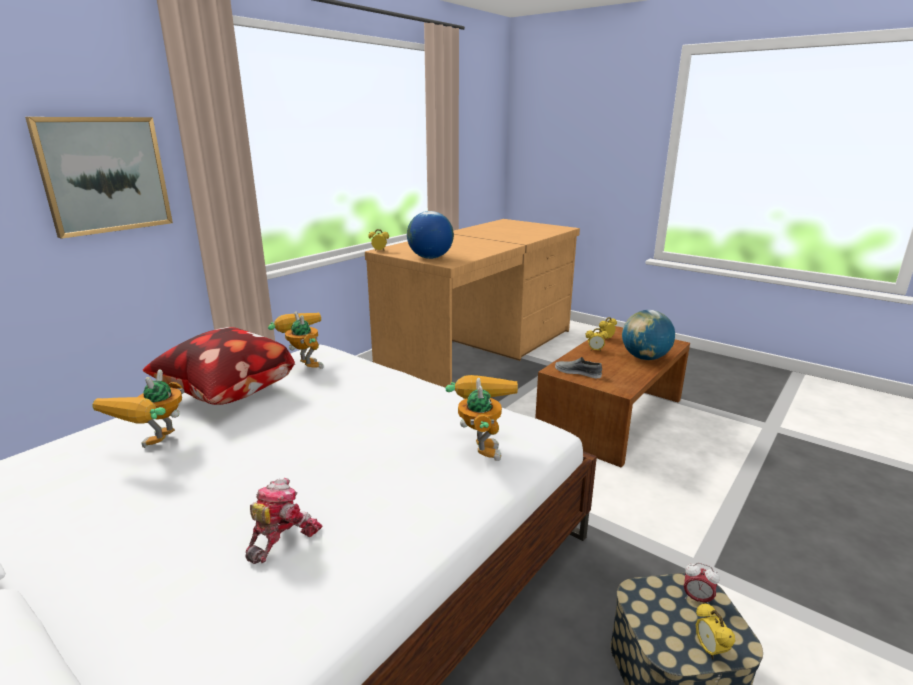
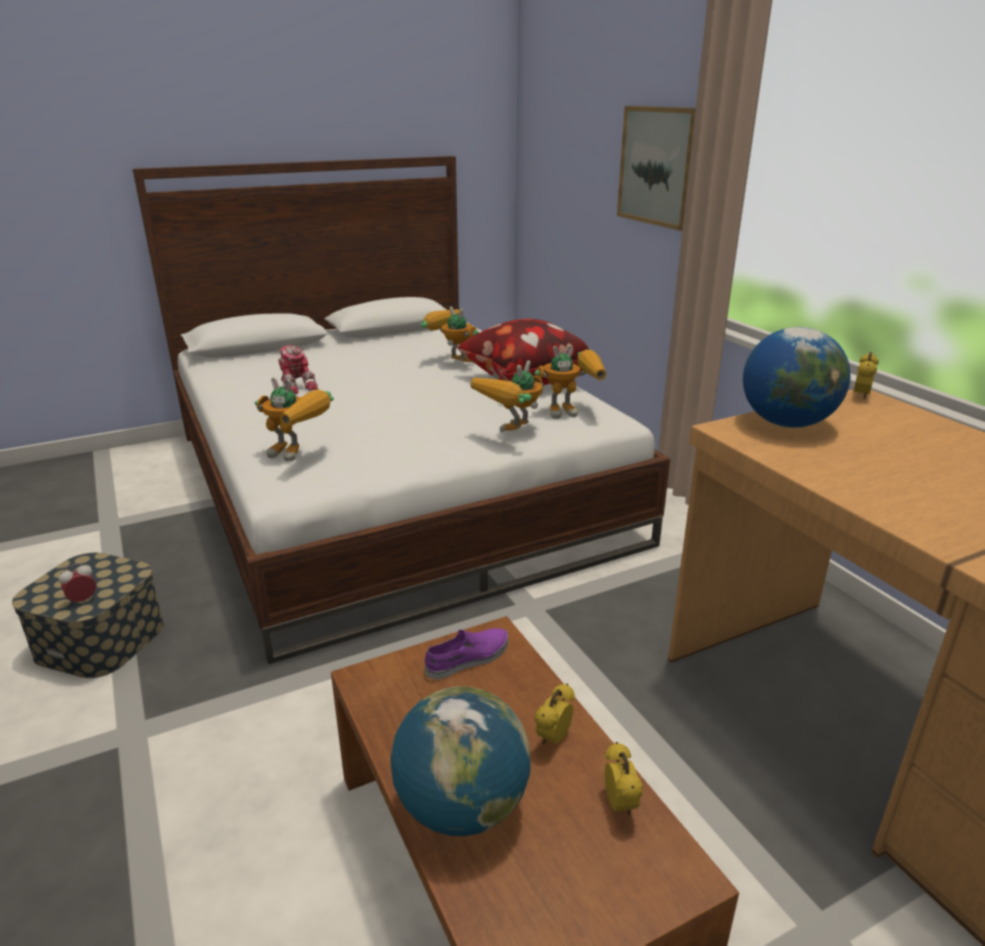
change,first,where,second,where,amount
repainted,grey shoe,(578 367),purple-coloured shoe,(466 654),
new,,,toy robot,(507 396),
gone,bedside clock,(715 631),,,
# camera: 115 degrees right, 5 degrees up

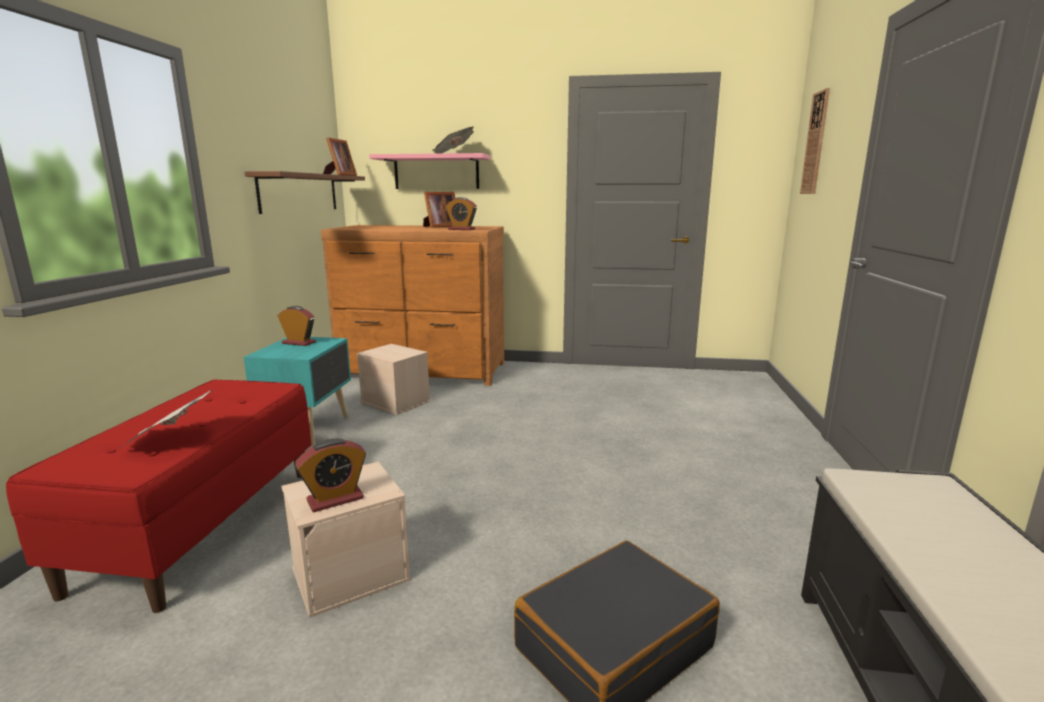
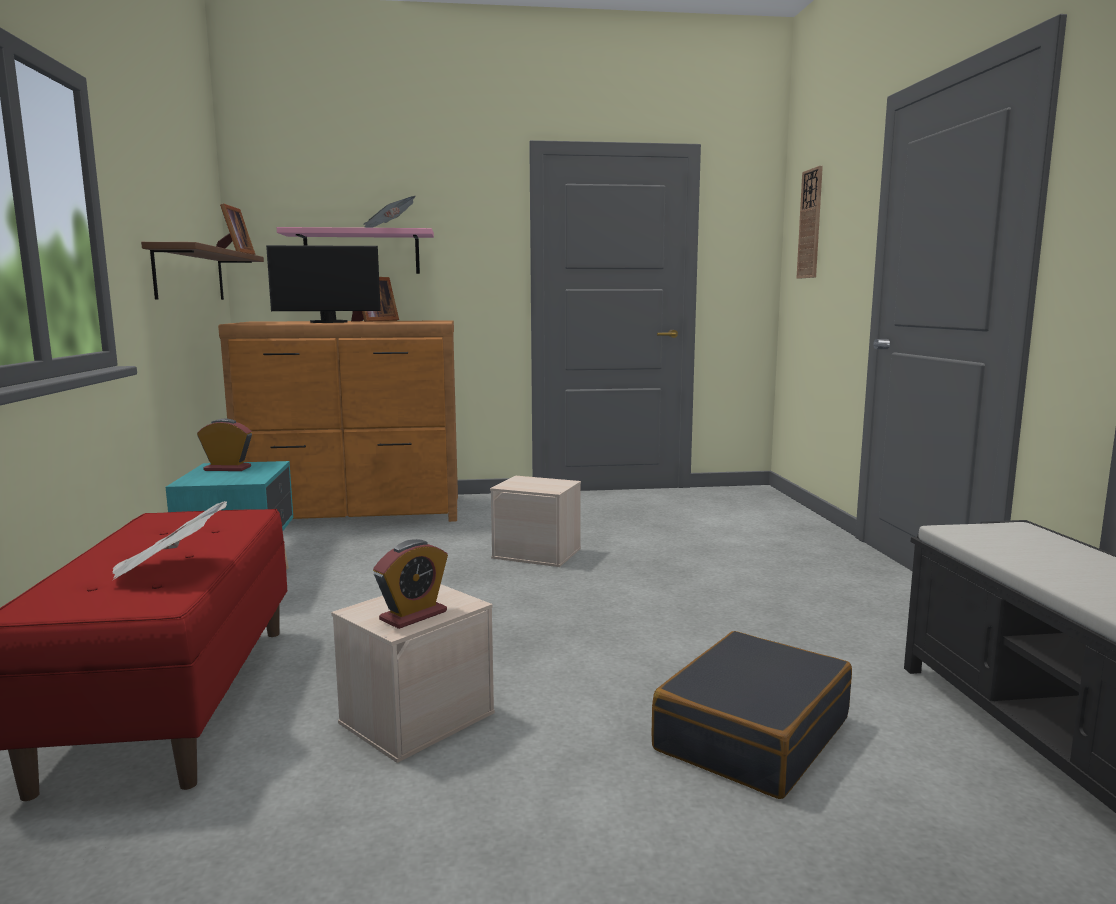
change,first,where,second,where,amount
new,,,monitor,(323 284),
shifted,sand-coloured storage bin,(393 379),,(535 521),
gone,bedside clock,(461 213),,,
# camera: 15 degrees left, 5 degrees down

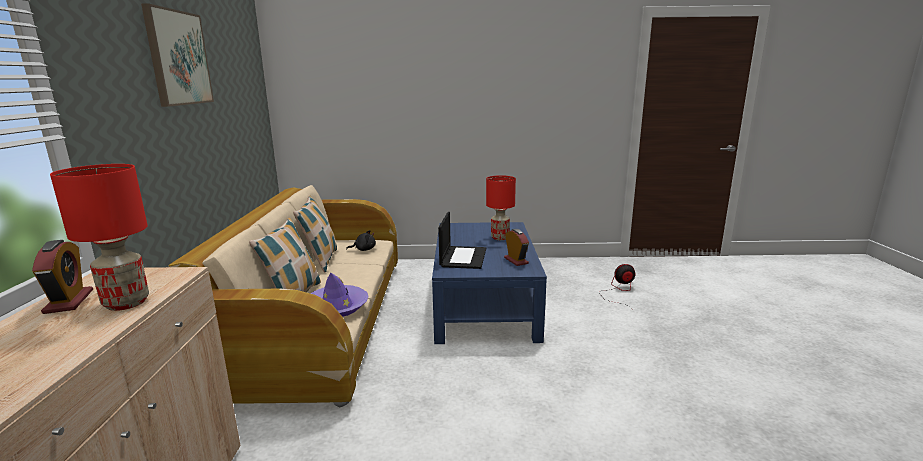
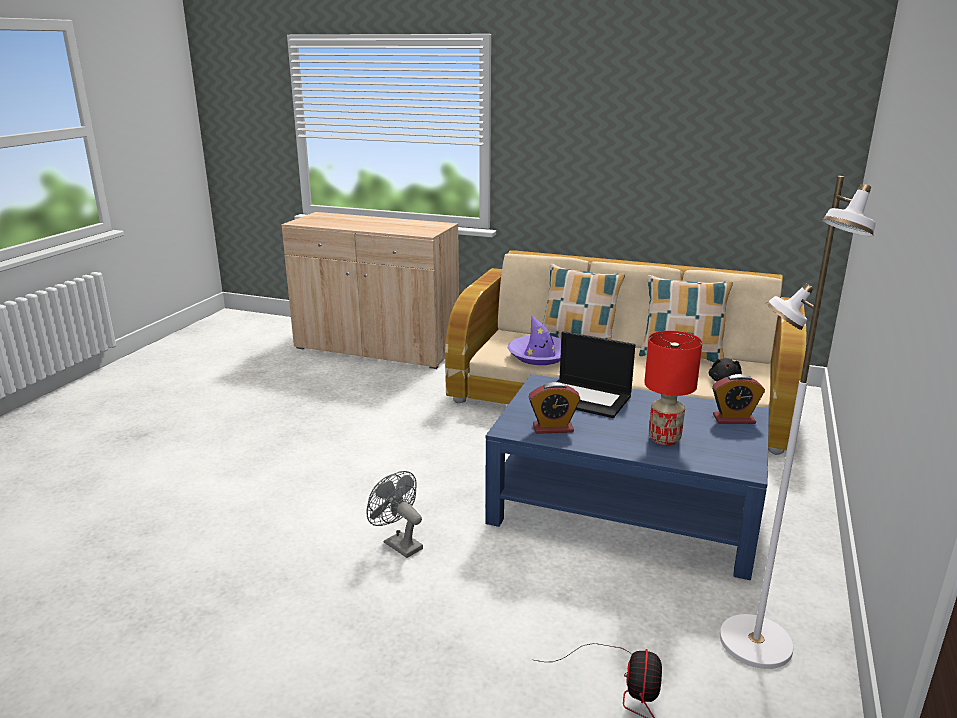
change,first,where,second,where,amount
new,,,grey fan,(394 514),
shifted,bedside clock,(62 277),,(738 399),
new,,,white standing lamp,(798 422),
gone,red table lamp,(99 237),,,
gone,wall art,(177 55),,,
# camera: 110 degrees right, 5 degrees up

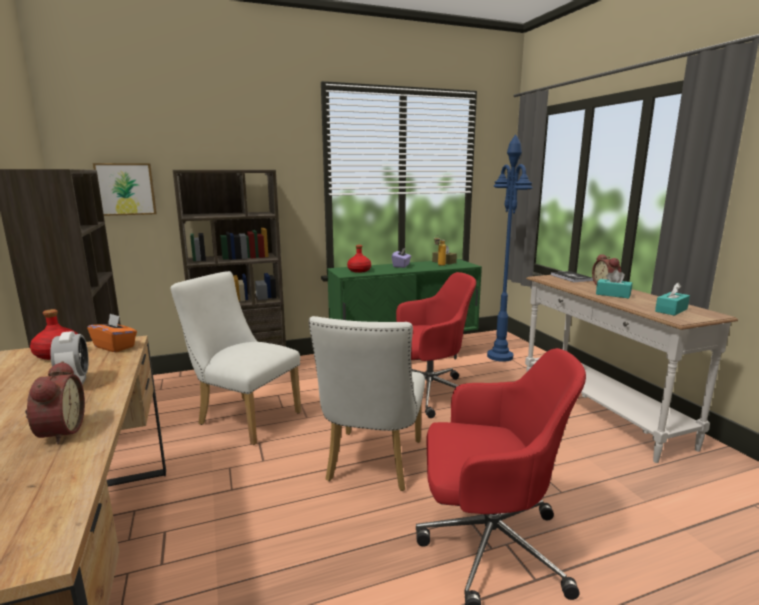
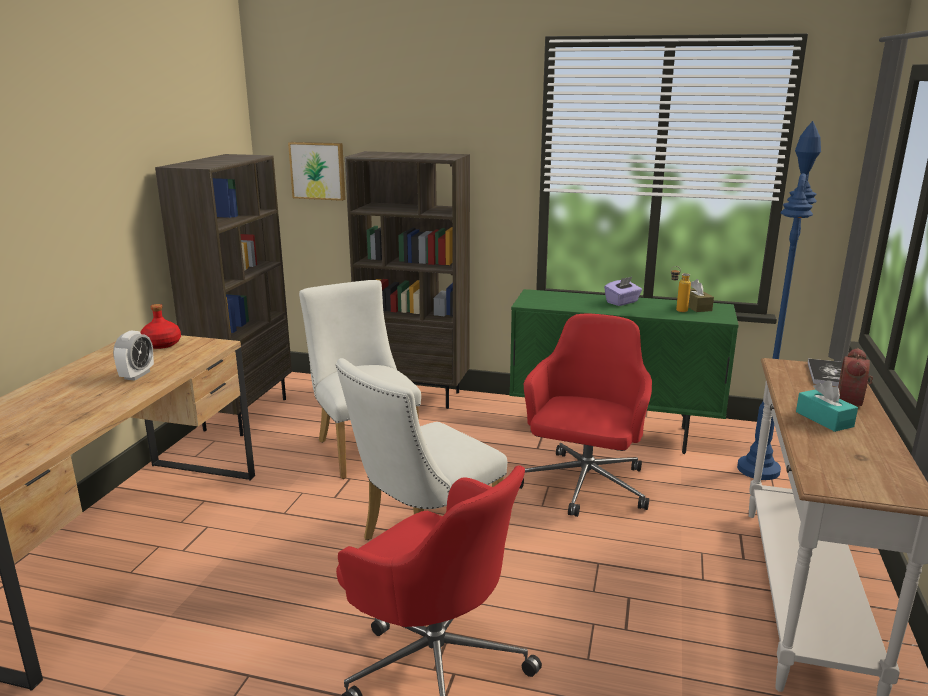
change,first,where,second,where,amount
rotated,red office chair,(436 345),,(585 415),90 degrees counterclockwise
gone,bedside clock,(55 402),,,
gone,orange-coloured tissue holder,(112 332),,,
gone,red beverage bottle,(359 259),,,
gone,blue-green tissue holder,(672 299),,,
# camera: 35 degrees right, 5 degrees up

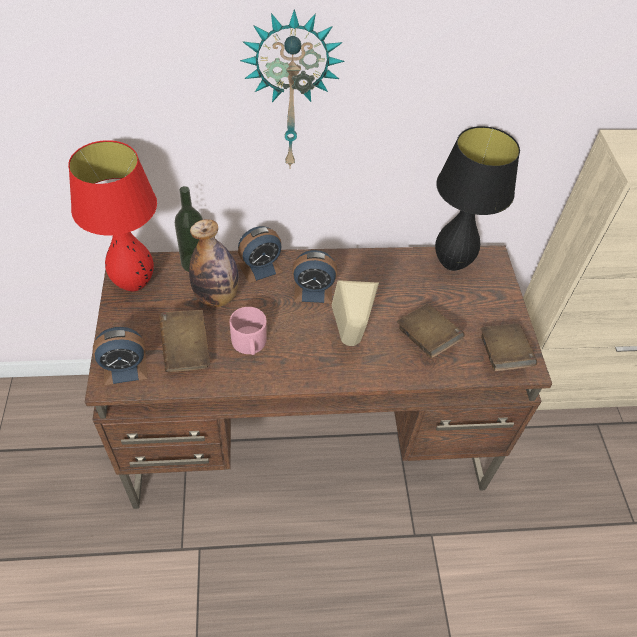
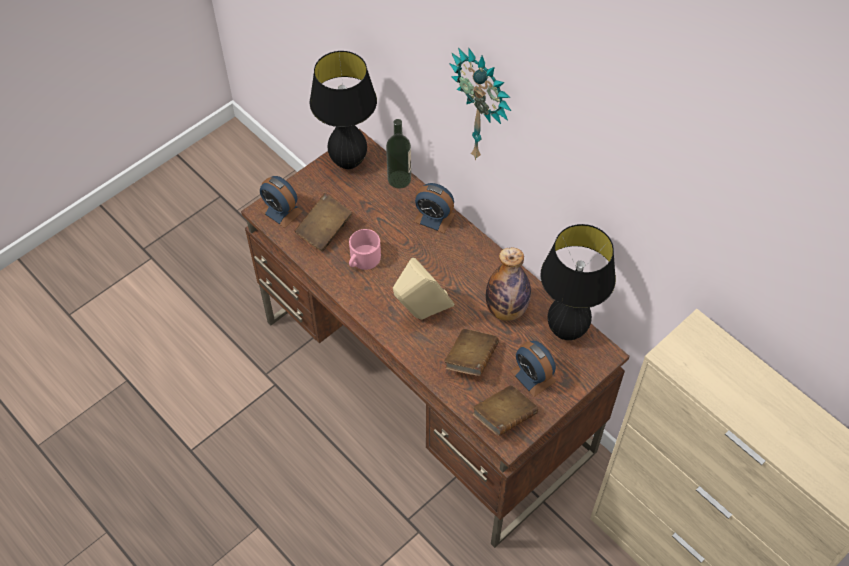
change,first,where,second,where,amount
repainted,red table lamp,(112 215),black table lamp,(343 110),
shifted,beverage bottle,(214 263),,(508 284),
shifted,bedside clock,(314 277),,(533 369),
# camera: 55 degrees right, 5 degrees up

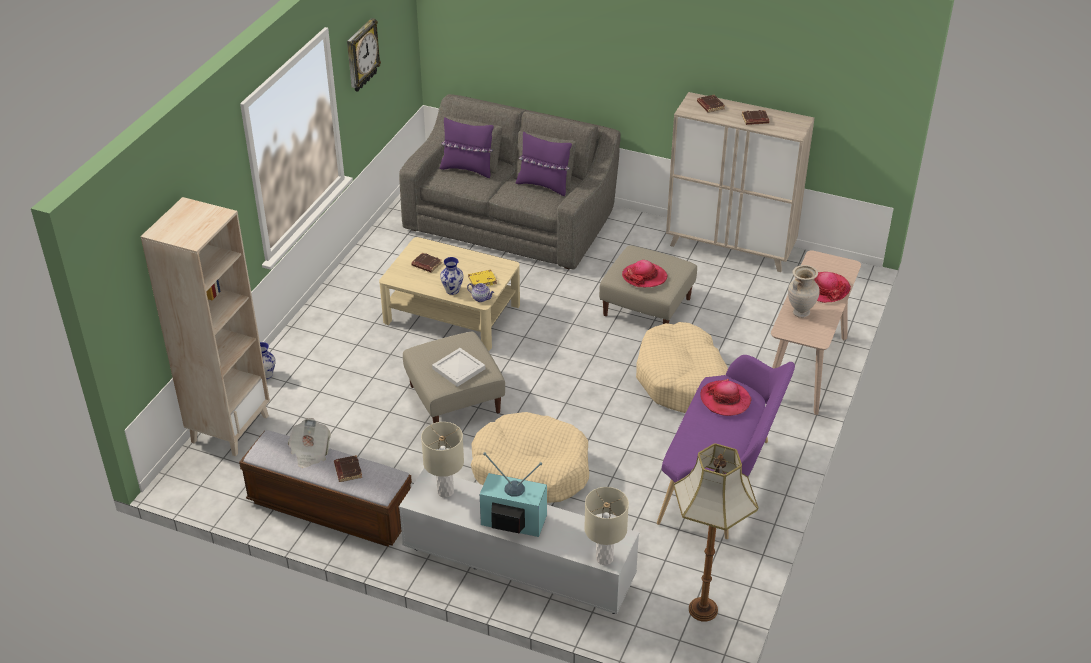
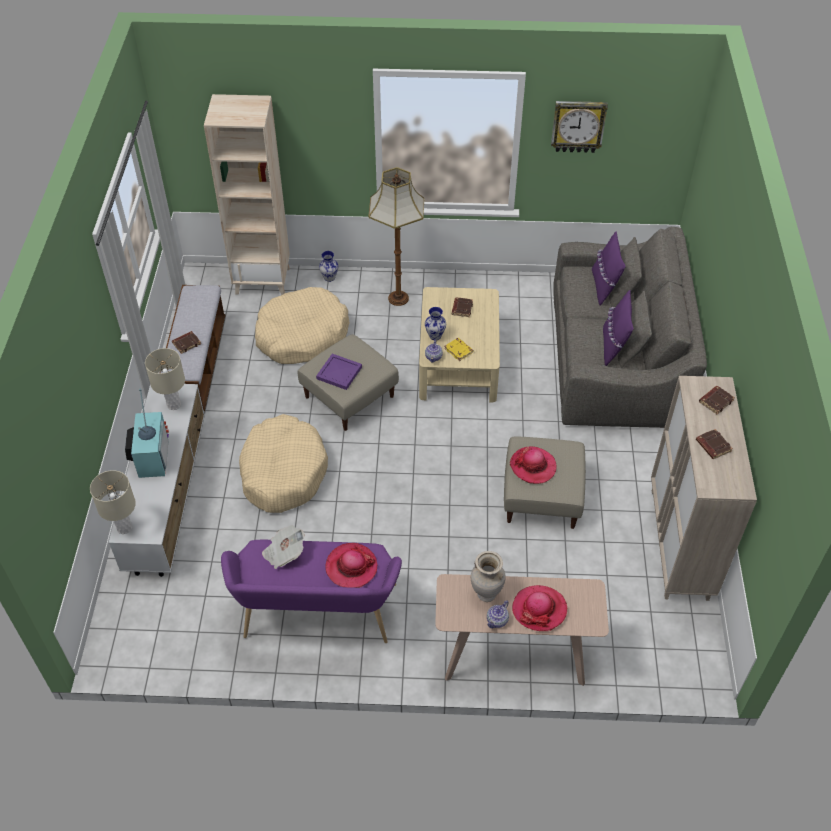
change,first,where,second,where,amount
shifted,sand-coloured dog bed,(682 367),,(302 325),
shifted,newspaper,(309 443),,(283 547),
repainted,white tray,(458 367),purple-coloured tray,(339 372),
shifted,standing lamp,(716 532),,(396 236),
new,,,pot for tea,(498 614),
# camera: 70 degrees right, 10 degrees up

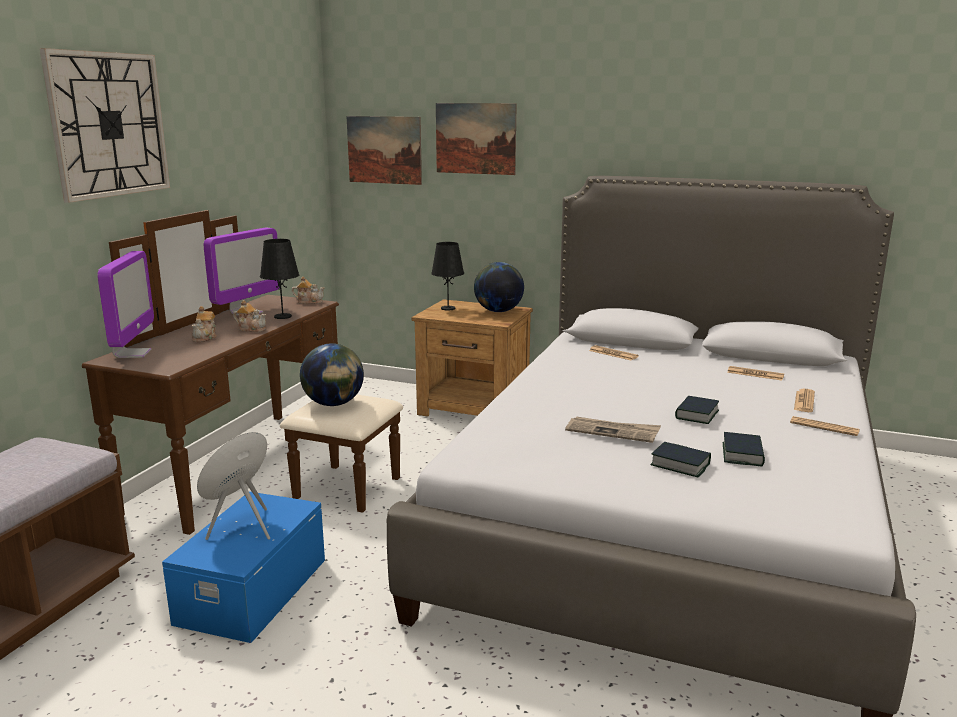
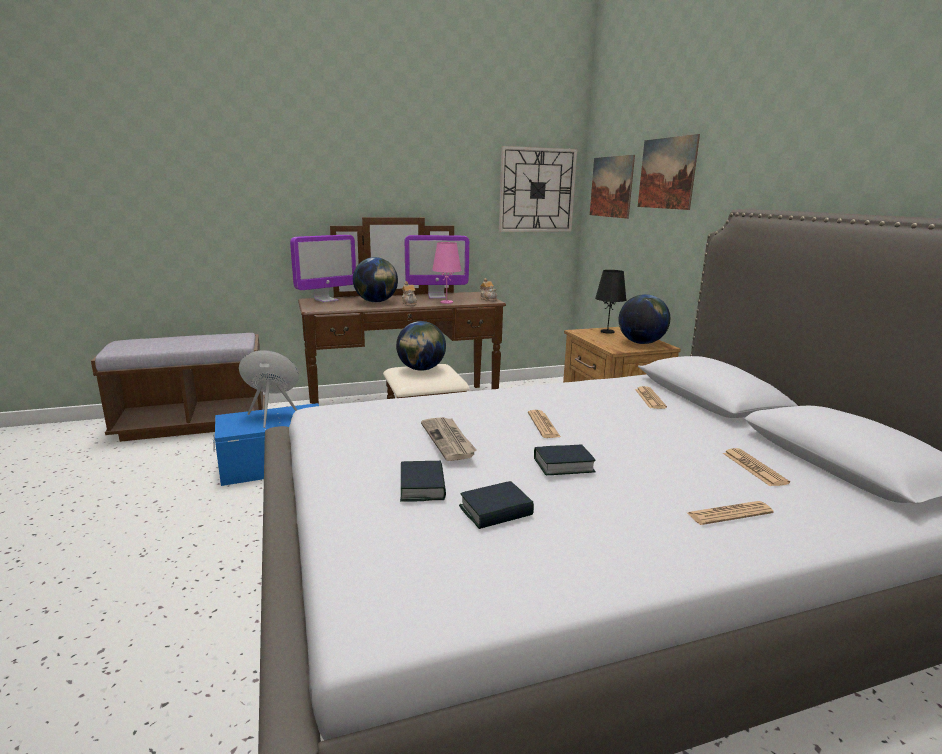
change,first,where,second,where,amount
swapped,pot for tea,(204 324),world globe,(375 279),
repainted,black table lamp,(279 279),pink table lamp,(447 273),
shifted,hanging clock,(105 125),,(538 189),
shifted,newspaper,(825 426),,(544 424),
# camera: 50 degrees right, 0 degrees up

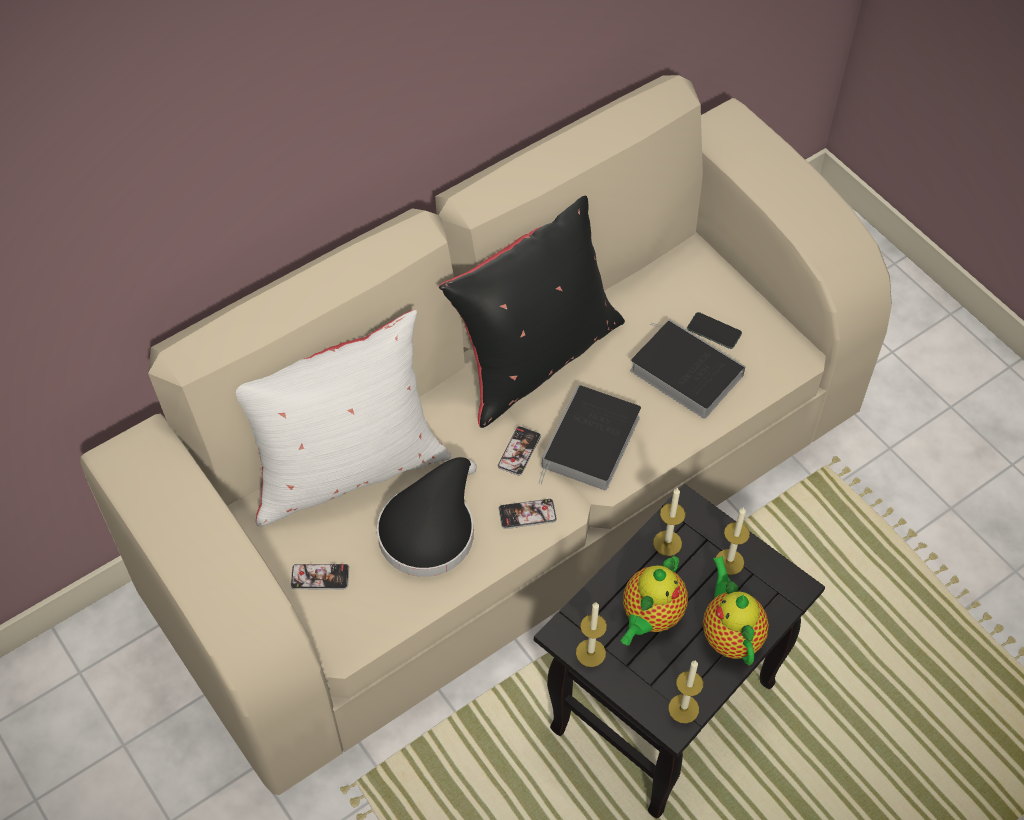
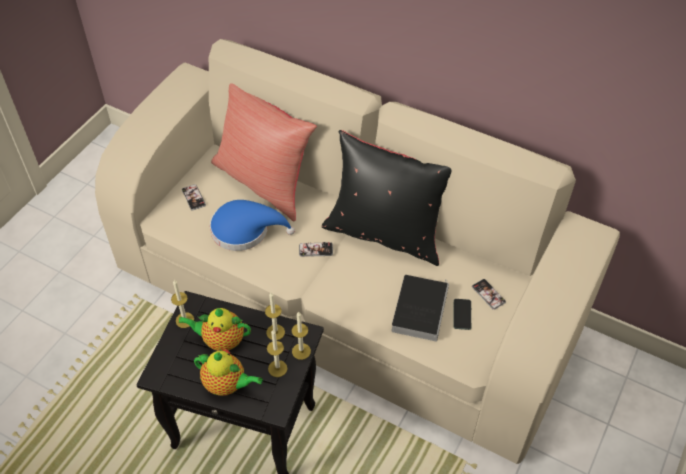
change,first,where,second,where,amount
rotated,pot for tea,(736 610),,(228 372),60 degrees clockwise
repainted,black wearable hat,(427 517),bluish wearable hat,(252 225),
repainted,white throw pillow,(343 418),red throw pillow,(264 152),
shifted,wax candle,(685 691),,(301 335),
shifted,telephone,(527 514),,(489 294),
gone,bound book,(590 437),,,
# camera: 65 degrees right, 5 degrees down

